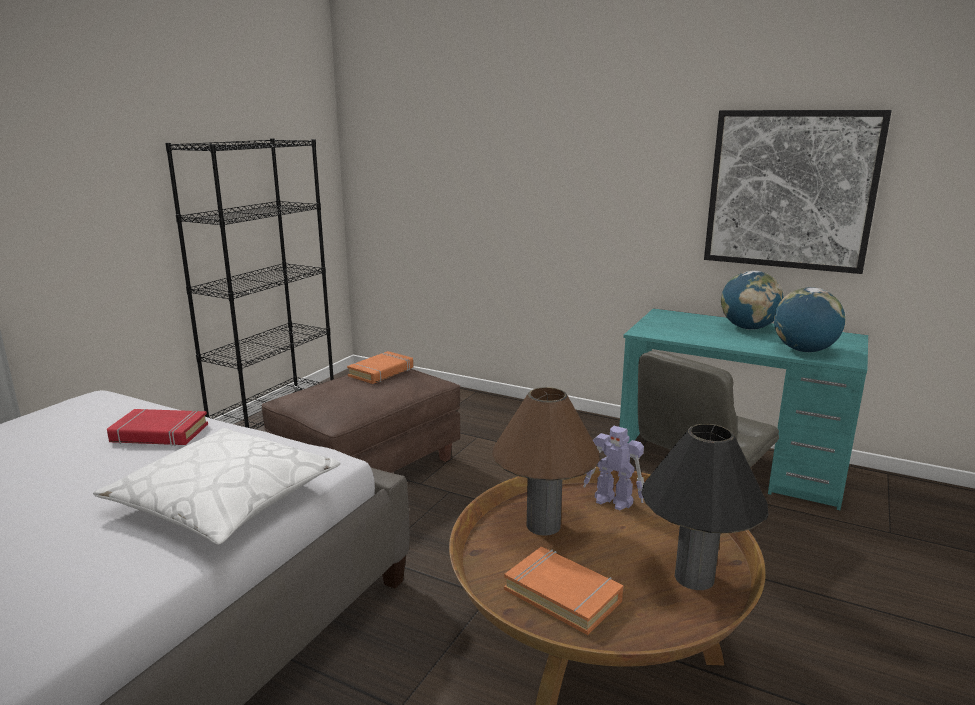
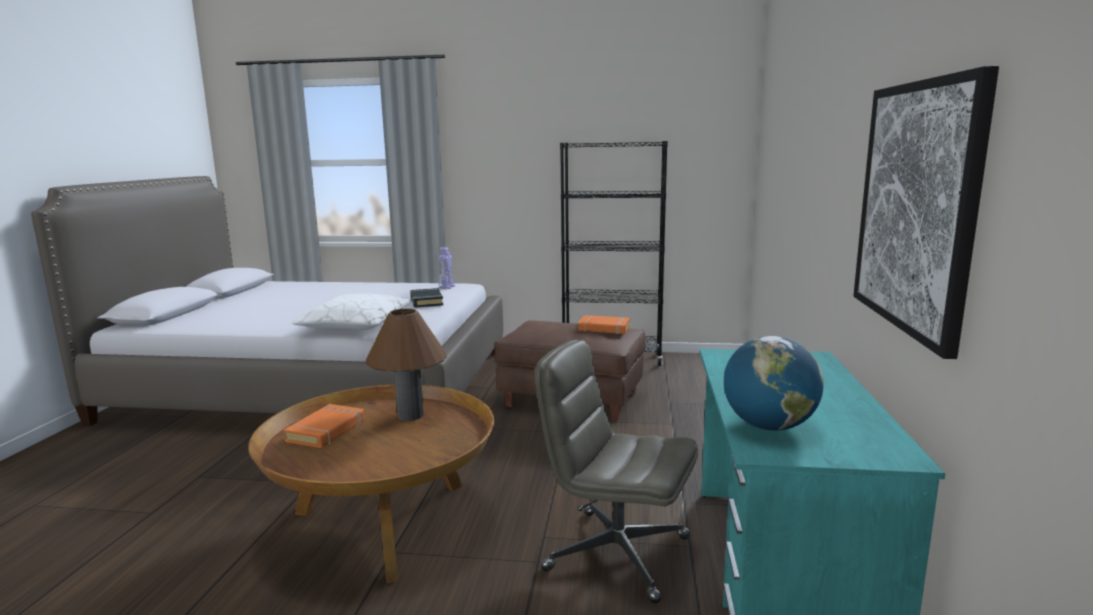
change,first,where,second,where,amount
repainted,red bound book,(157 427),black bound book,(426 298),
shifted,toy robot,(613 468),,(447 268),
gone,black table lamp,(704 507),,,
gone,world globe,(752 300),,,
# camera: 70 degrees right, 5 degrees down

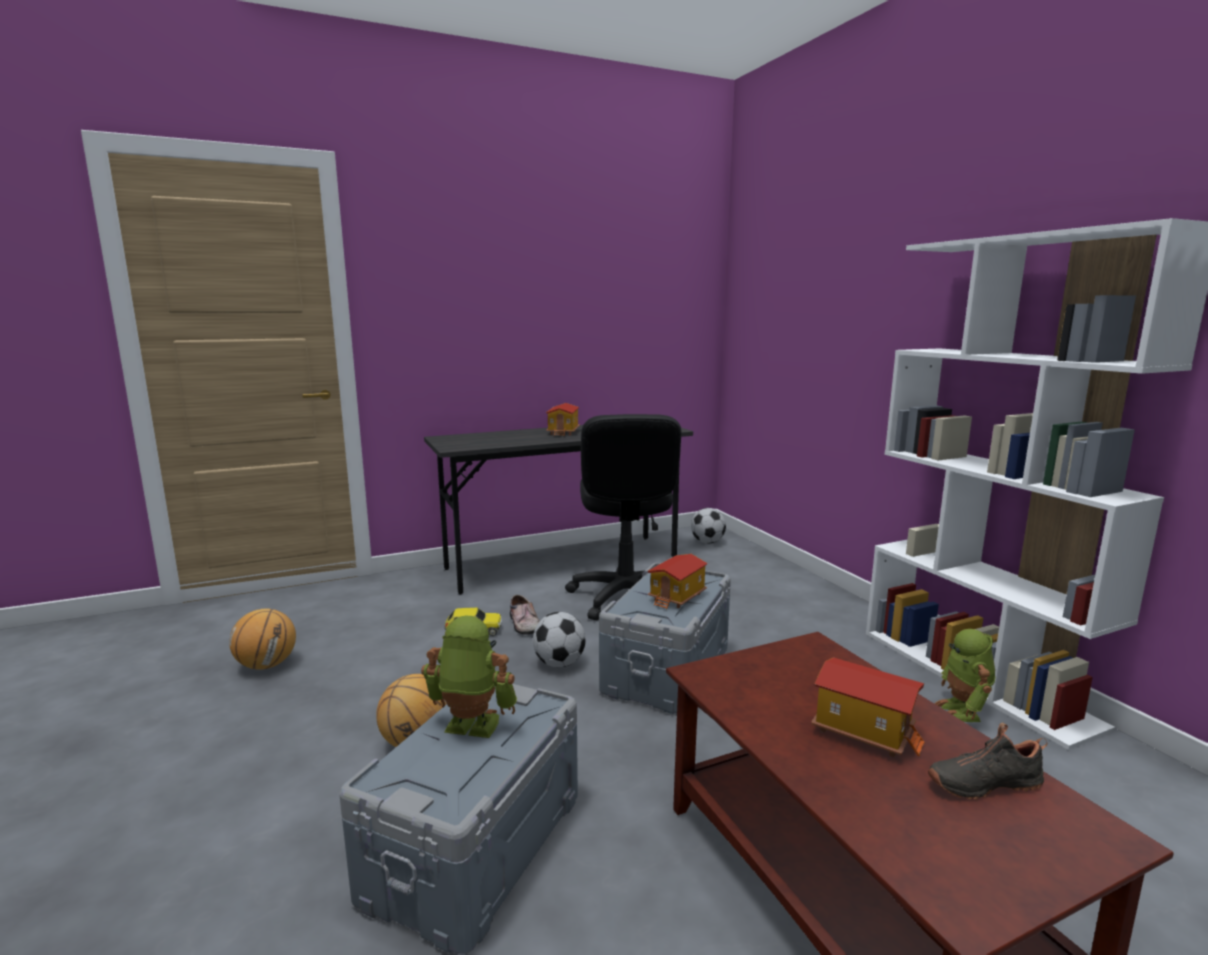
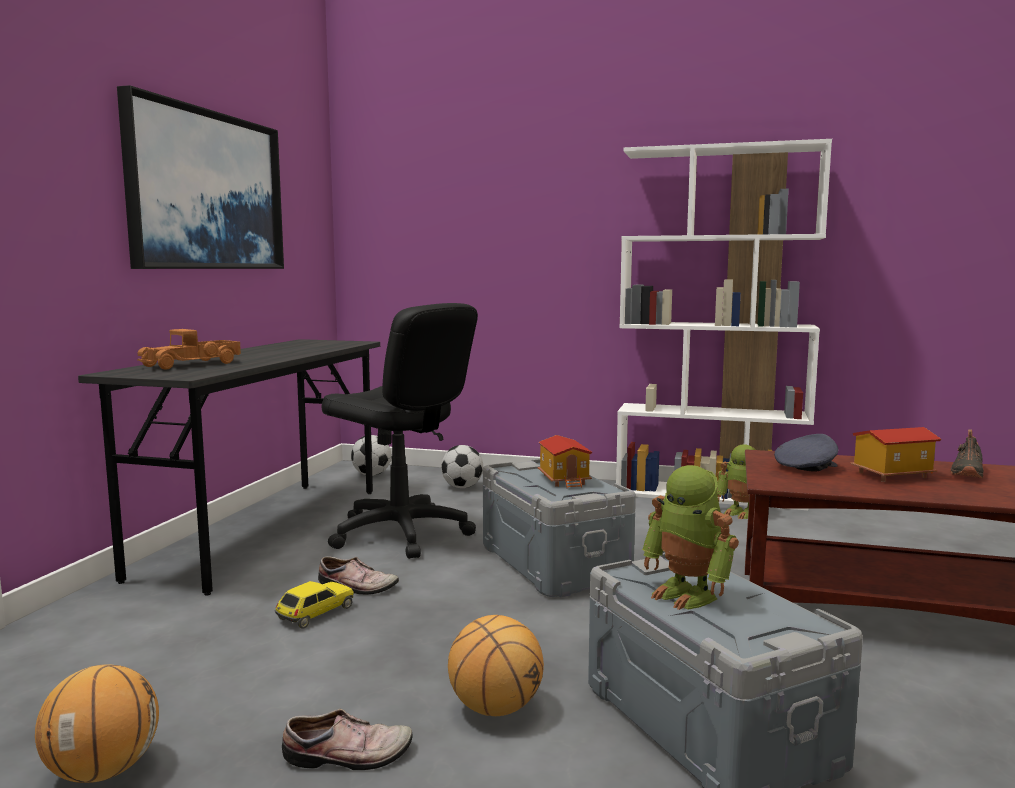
change,first,where,second,where,amount
new,,,wall art,(200 177),
new,,,toy lorry,(189 349),
new,,,shoe,(347 739),
shifted,football,(559 639),,(462 466),
rotated,toy robot,(469 677),,(690 537),90 degrees counterclockwise
new,,,grey cap,(806 453),
gone,model house,(563 419),,,
# camera: 50 degrees left, 5 degrees down

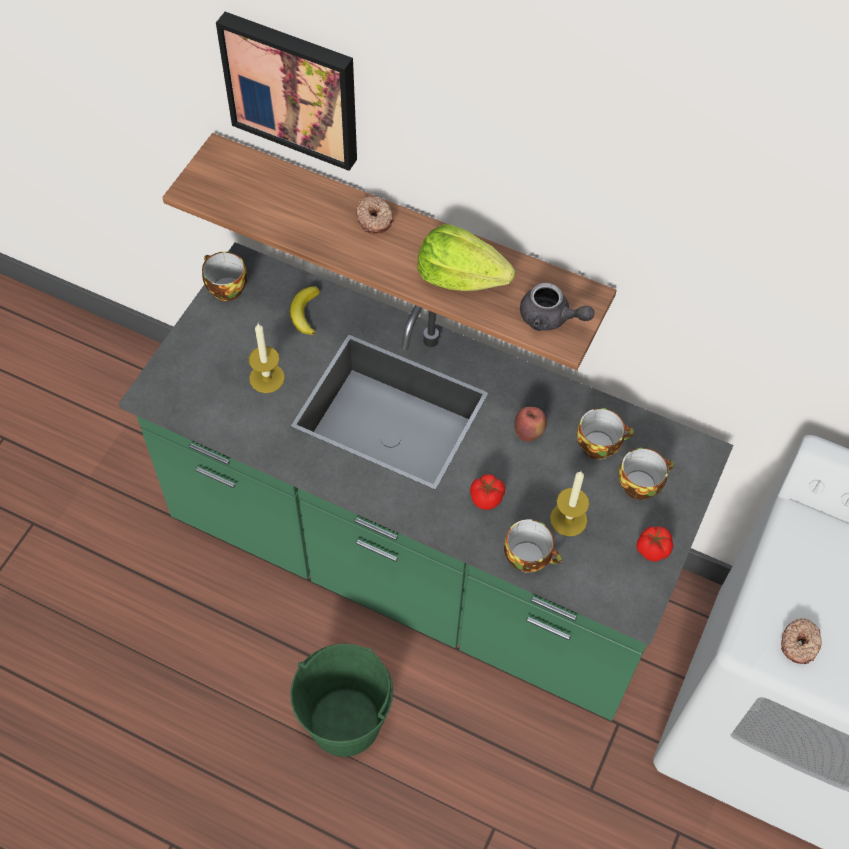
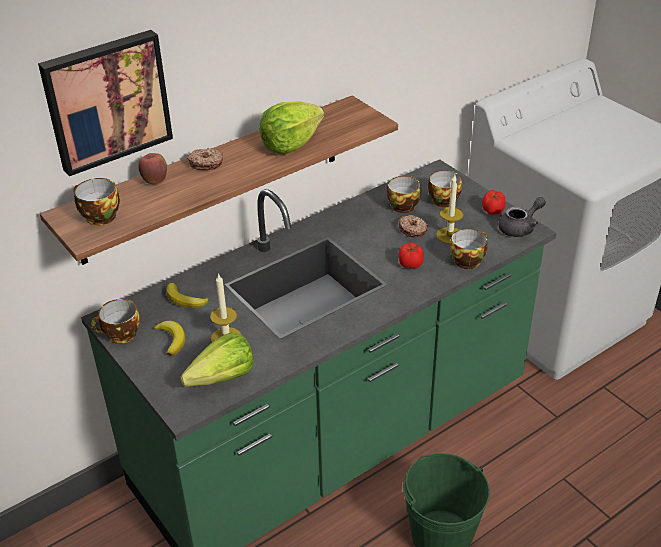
change,first,where,second,where,amount
new,,,small cup,(97 201),
shifted,apple fruit,(530 424),,(152 168),
new,,,banana fruit,(169 338),
new,,,lettuce,(217 360),
shifted,ring doughnut,(801 641),,(413 226),
shifted,grey pot for tea,(557 307),,(522 217),
# camera: 60 degrees left, 20 degrees down

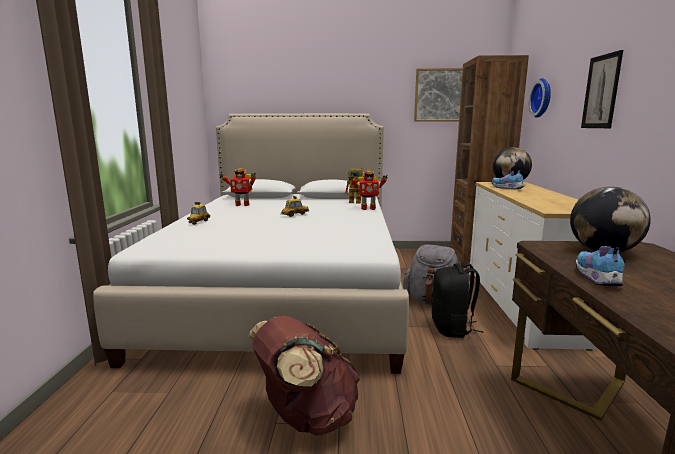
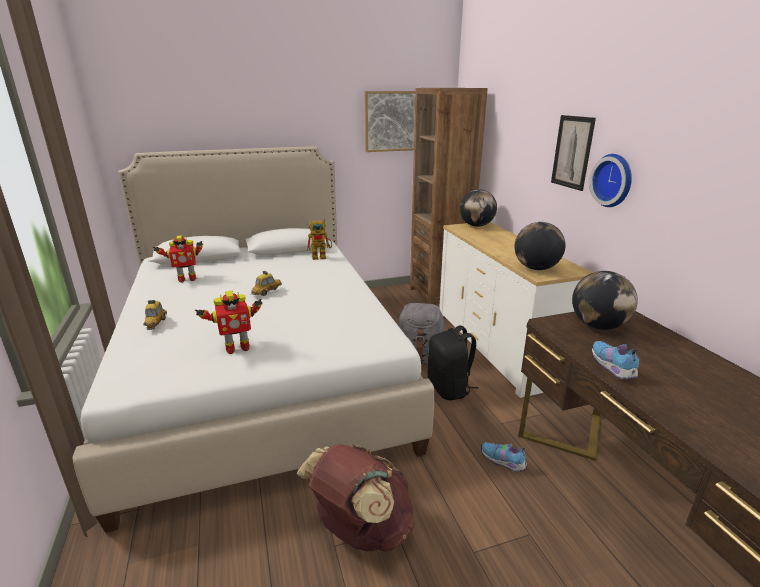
change,first,where,second,where,amount
shifted,toy robot,(368 190),,(229 322),
shifted,shoe,(508 179),,(504 457),
new,,,world globe,(540 246),
shifted,hanging clock,(540 98),,(610 180),
# camera: 20 degrees left, 10 degrees up

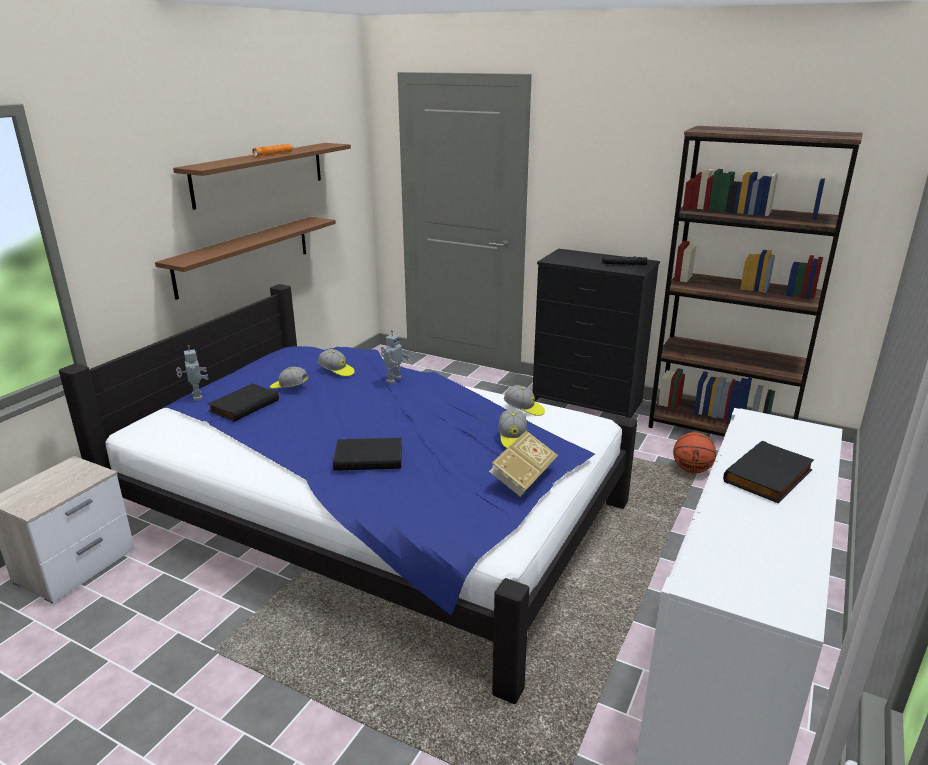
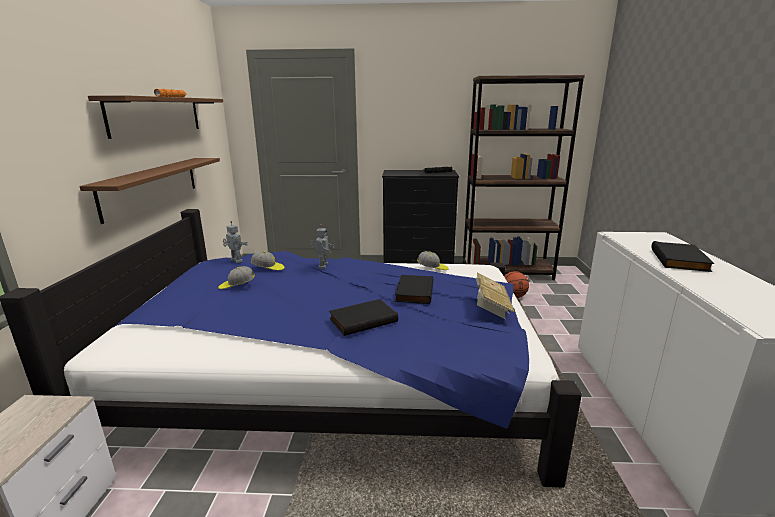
change,first,where,second,where,amount
shifted,toy robot,(192 373),,(235 242),
shifted,black bound book,(243 402),,(414 289),
gone,cap,(513 429),,,
# camera: 25 degrees left, 5 degrees down

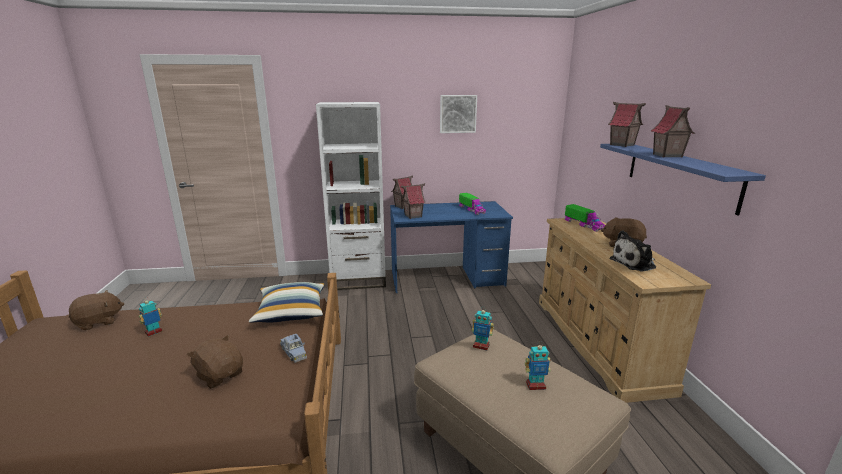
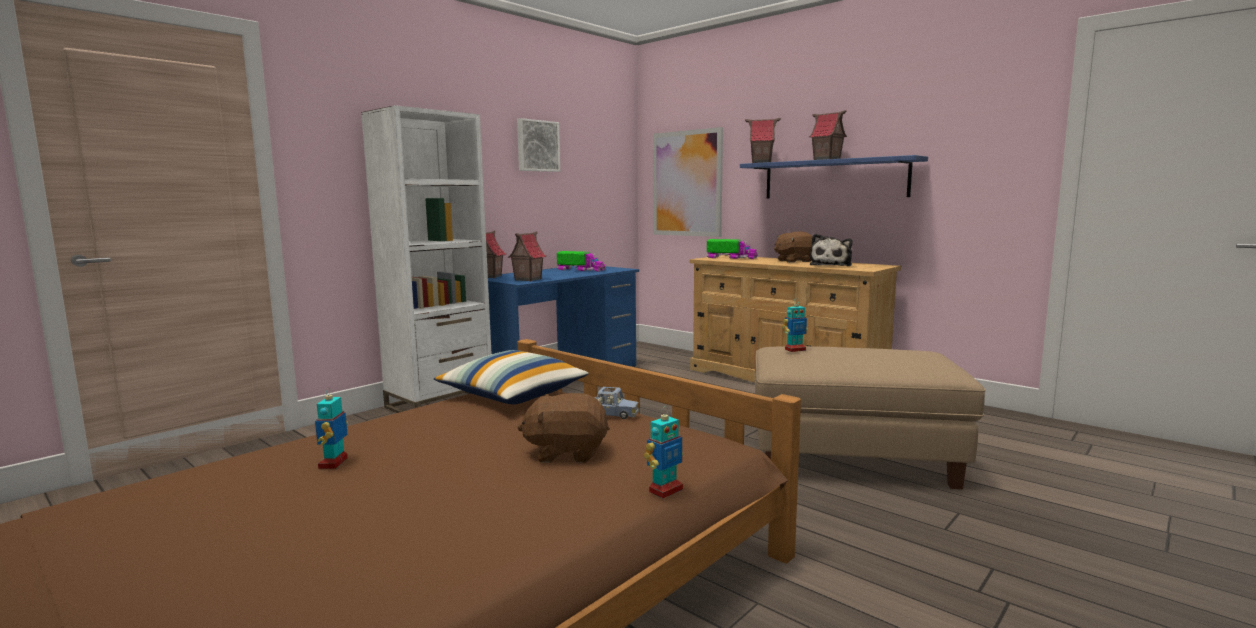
change,first,where,second,where,amount
shifted,toy robot,(537 366),,(663 452),
new,,,wall art,(688 182),
gone,brown-coloured soft toy,(96 310),,,
# camera: 40 degrees left, 10 degrees down

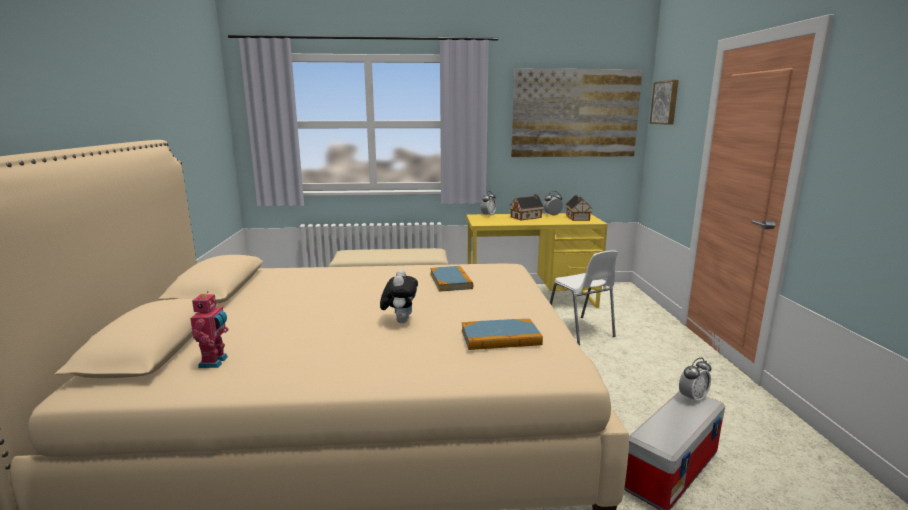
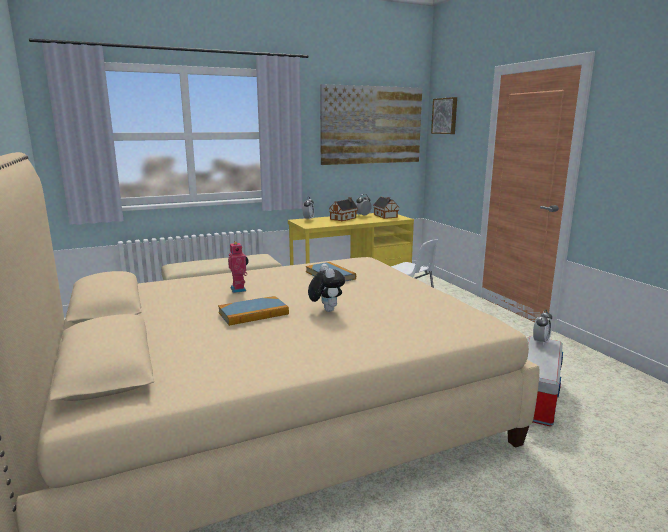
change,first,where,second,where,amount
shifted,bound book,(502 334),,(253 311),
shifted,toy robot,(209 329),,(238 267),
# camera: 20 degrees left, 0 degrees up

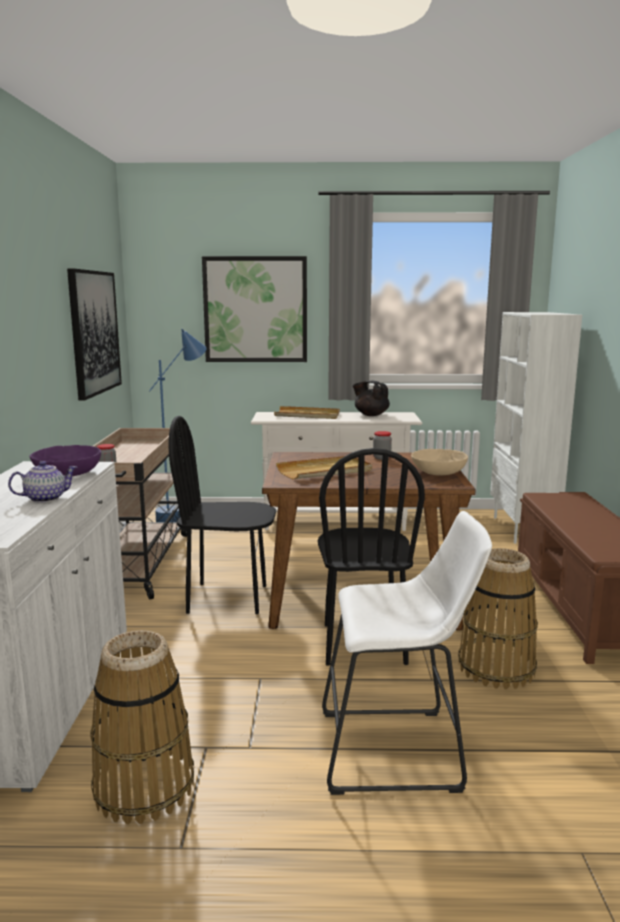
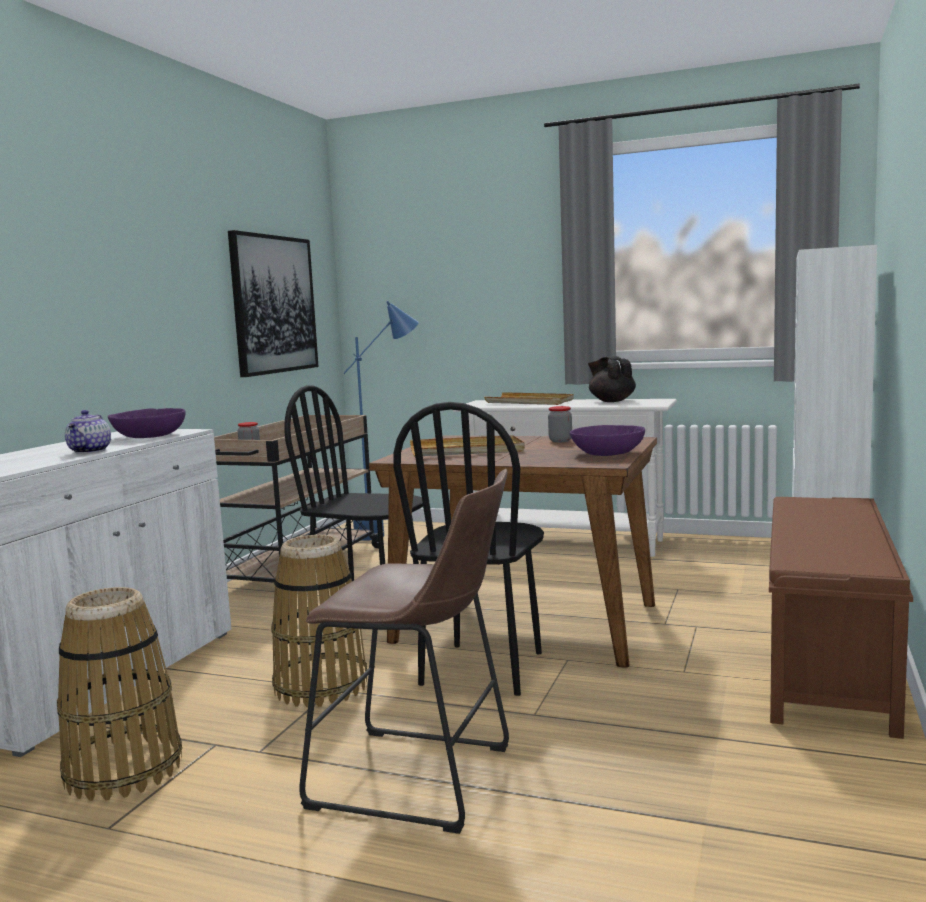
change,first,where,second,where,amount
rotated,pot for tea,(42 482),,(88 432),105 degrees clockwise
shifted,basket,(498 618),,(319 621),
repainted,white sitting stool,(407 653),brown-coloured sitting stool,(404 651),
repainted,sand-coloured deep dish,(439 462),purple-coloured deep dish,(607 440),
gone,wall art,(254 309),,,
# camera: 20 degrees right, 5 degrees down

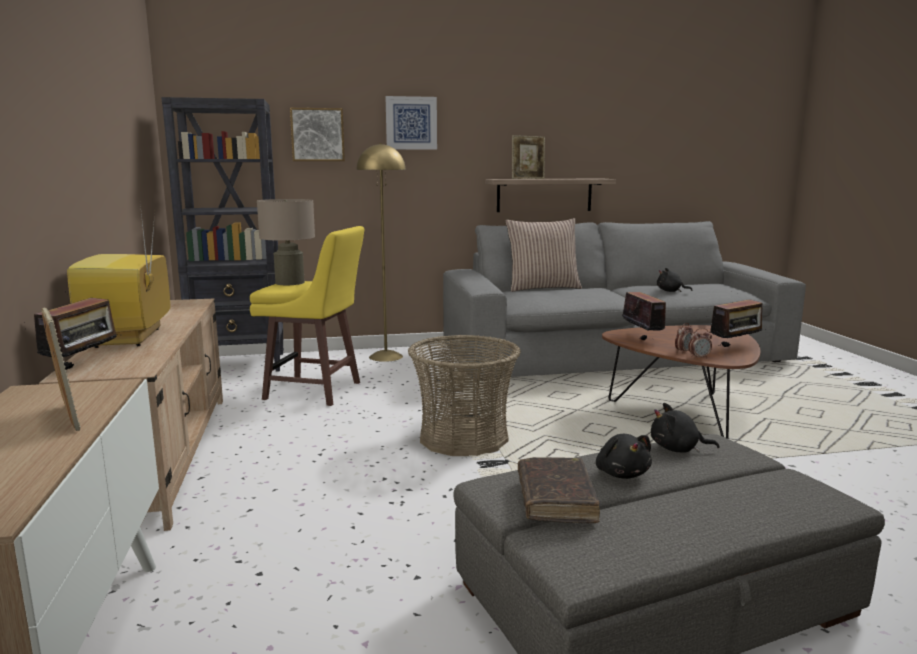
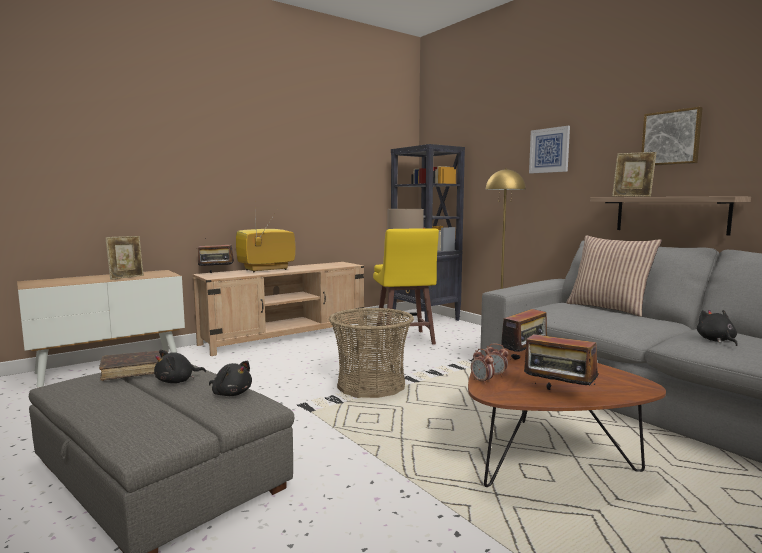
change,first,where,second,where,amount
rotated,black soft toy,(685 428),,(230 378),135 degrees clockwise
shifted,wall art,(317 134),,(672 136),
# camera: 65 degrees right, 5 degrees down

